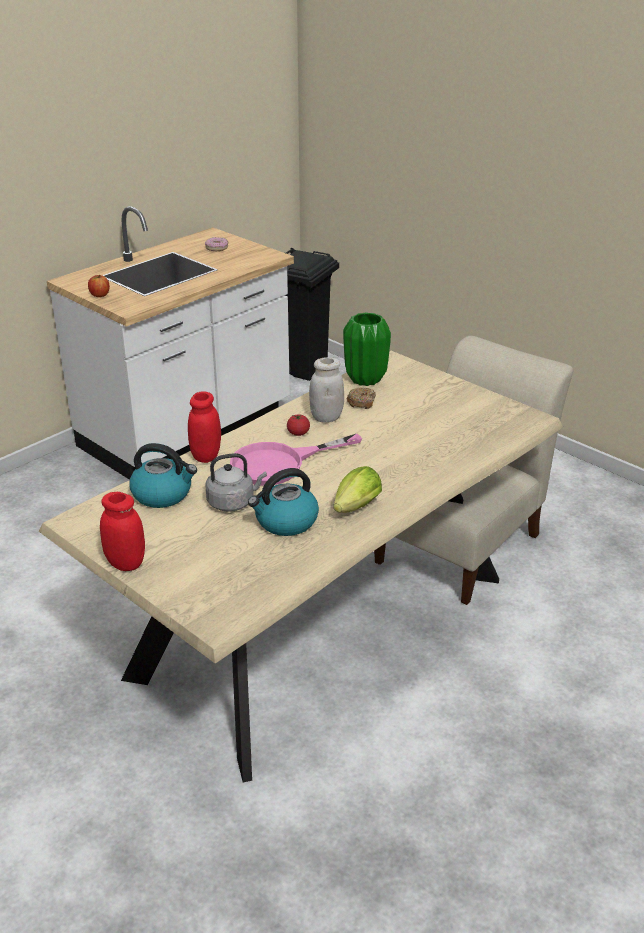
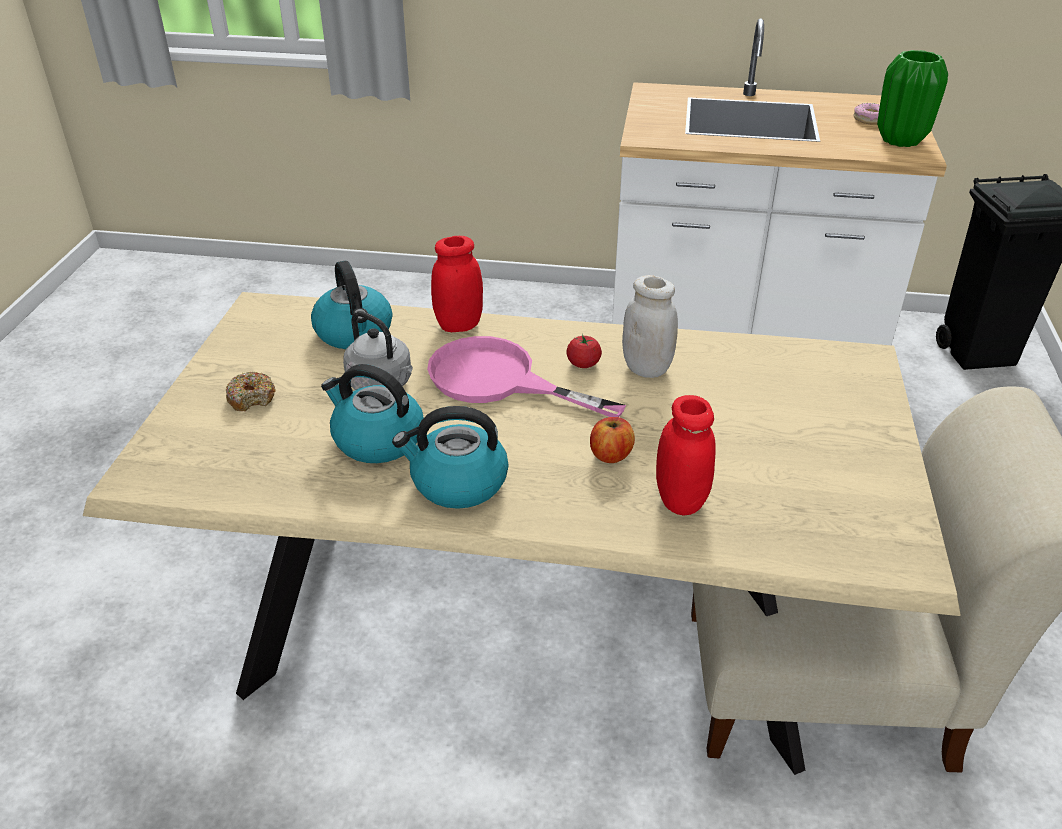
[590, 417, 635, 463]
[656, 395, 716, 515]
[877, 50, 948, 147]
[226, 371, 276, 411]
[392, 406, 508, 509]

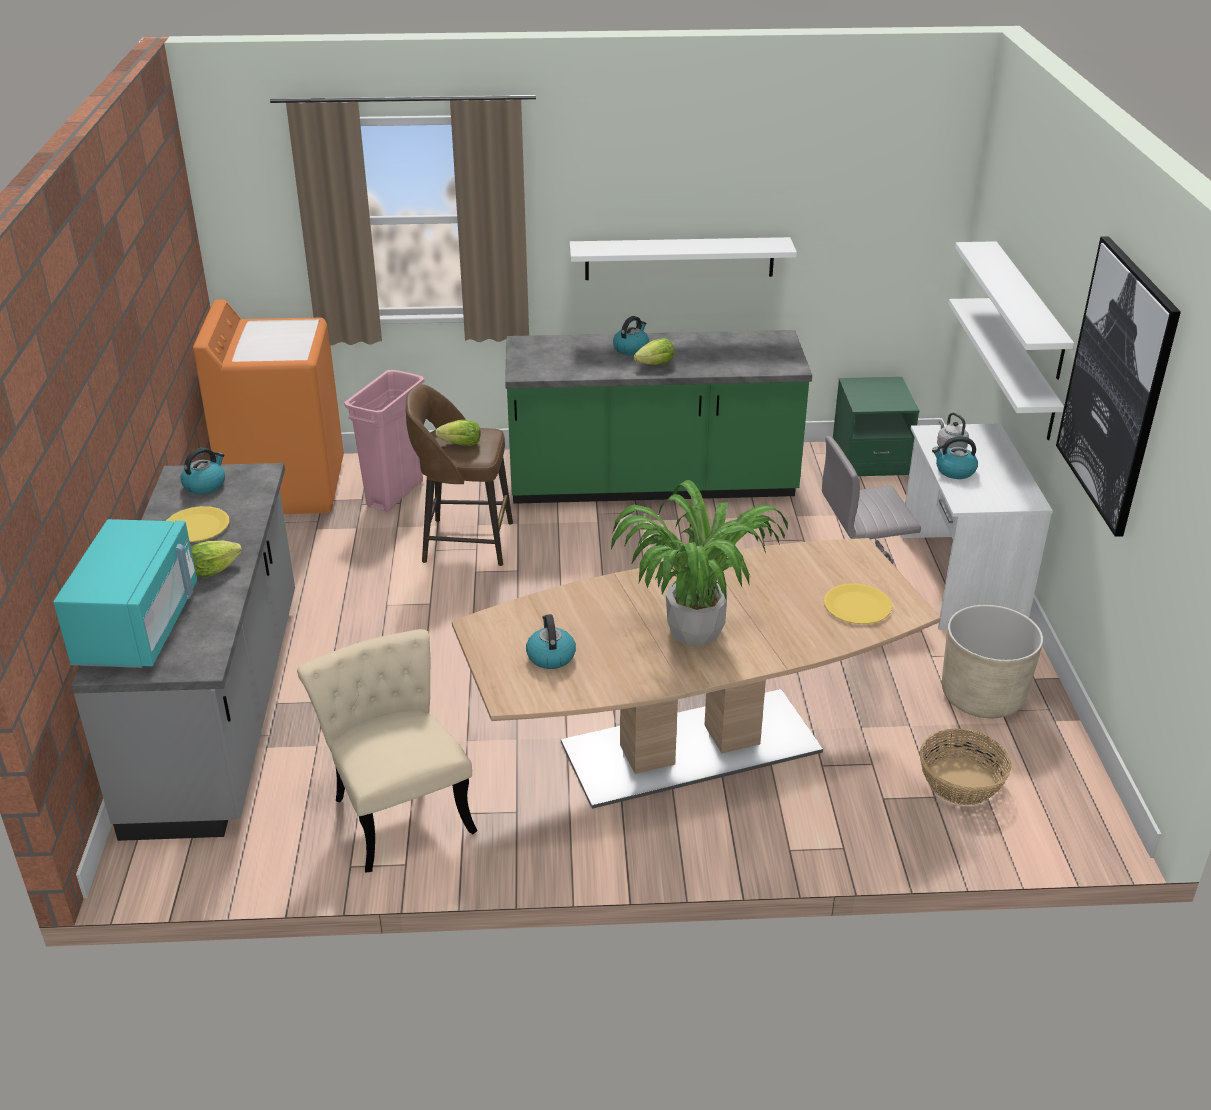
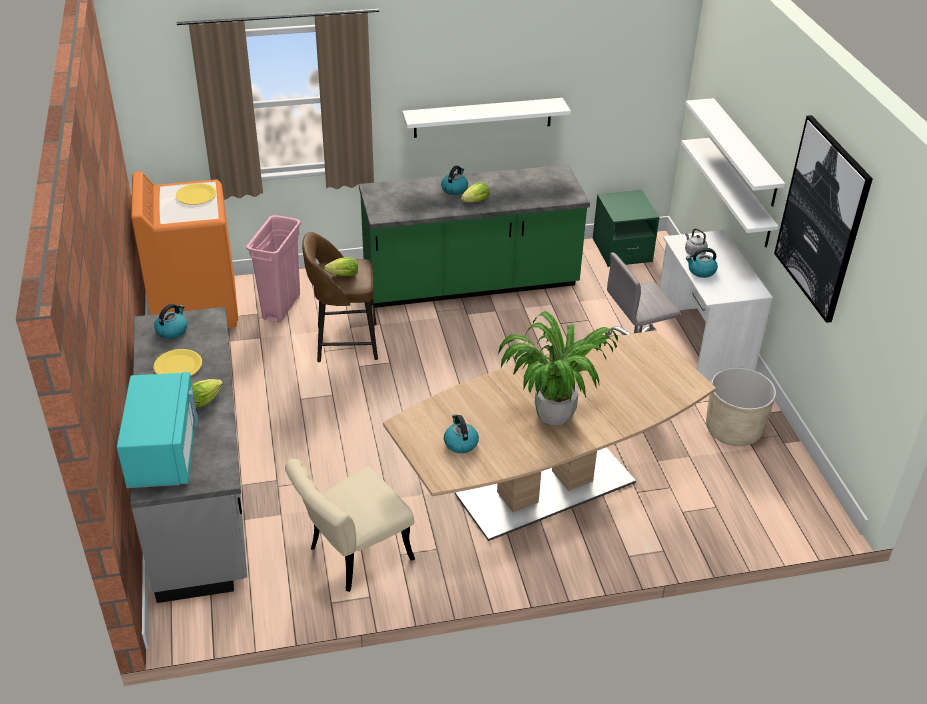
[920, 728, 1012, 805] (first image)
[176, 183, 216, 205]
[285, 459, 415, 592]

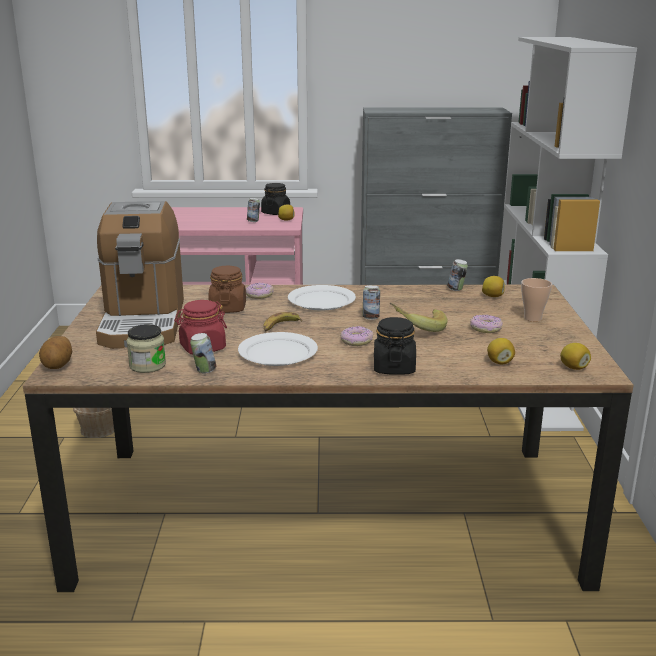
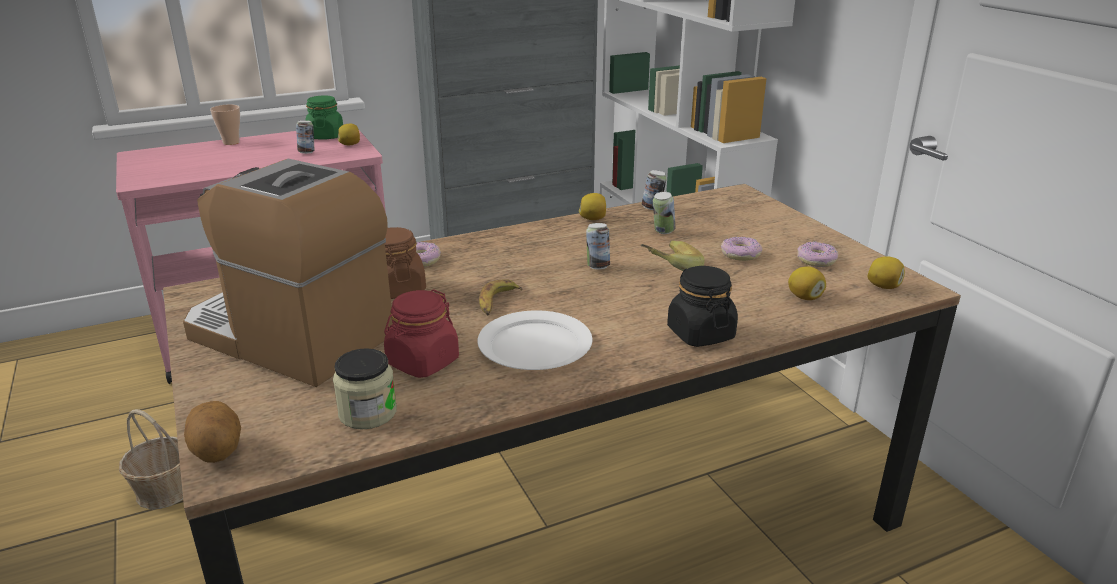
[288, 285, 356, 311] (first image)
[653, 192, 675, 234]
[797, 242, 838, 267]
[579, 193, 606, 220]
[210, 104, 240, 145]
[305, 95, 343, 140]
[183, 159, 393, 387]

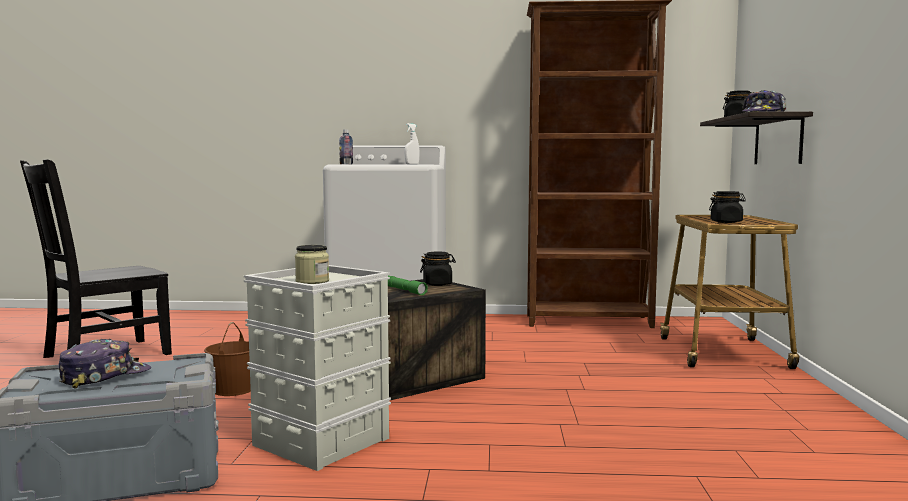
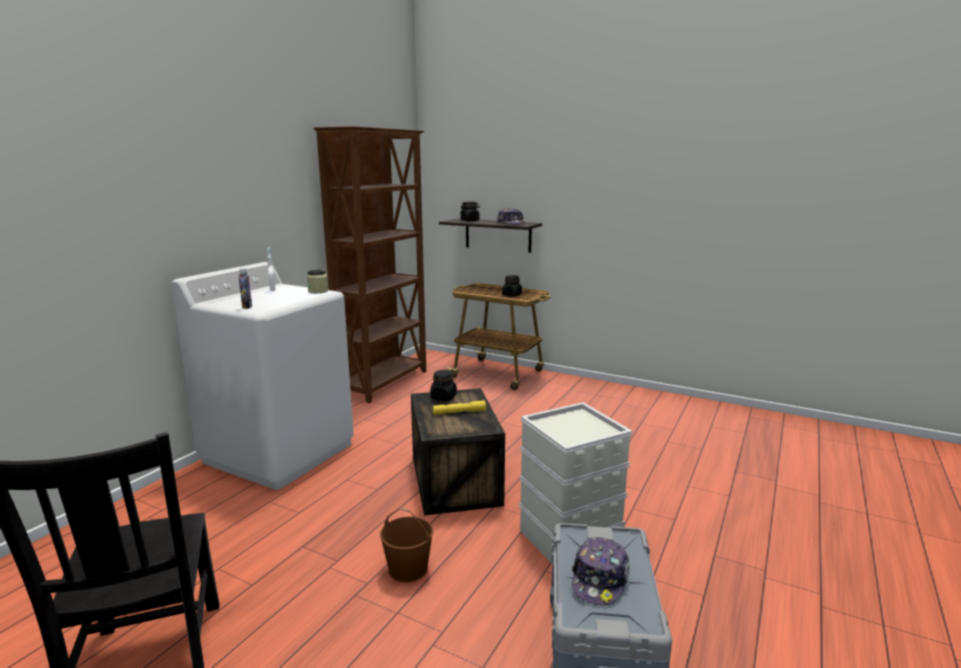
[307, 269, 328, 293]
[433, 400, 486, 415]
[572, 537, 629, 605]

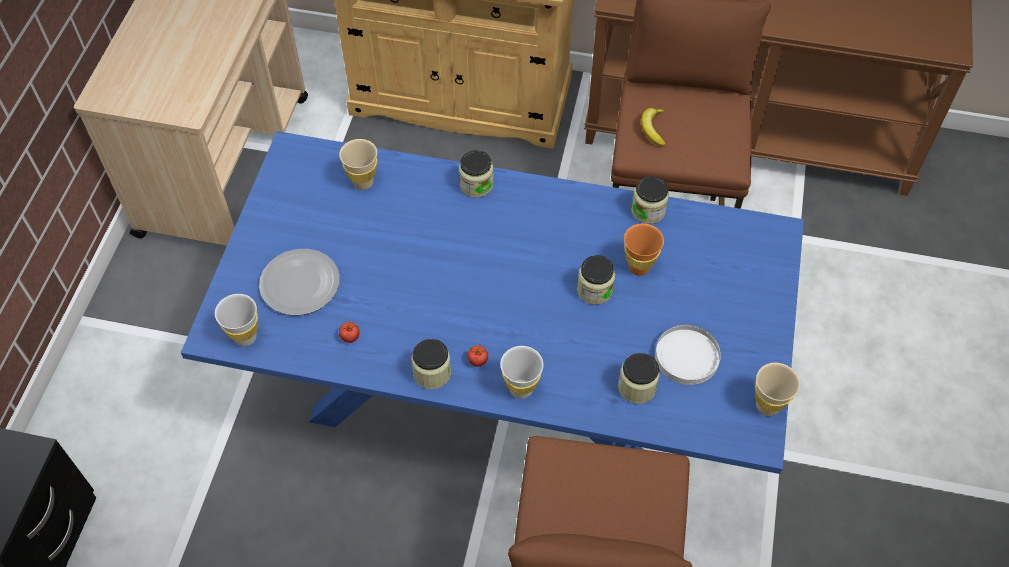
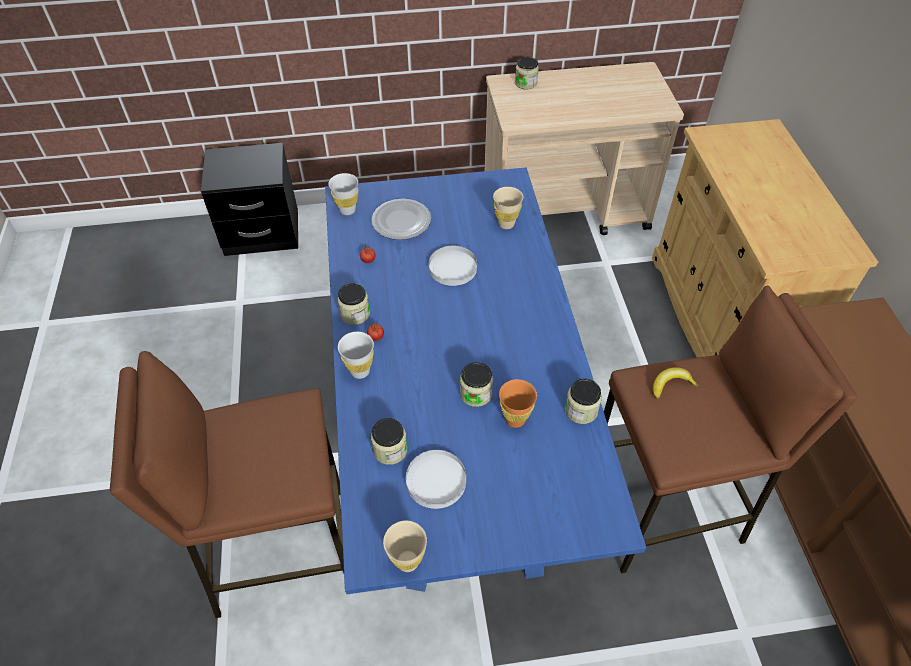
[429, 246, 477, 286]
[515, 57, 539, 90]

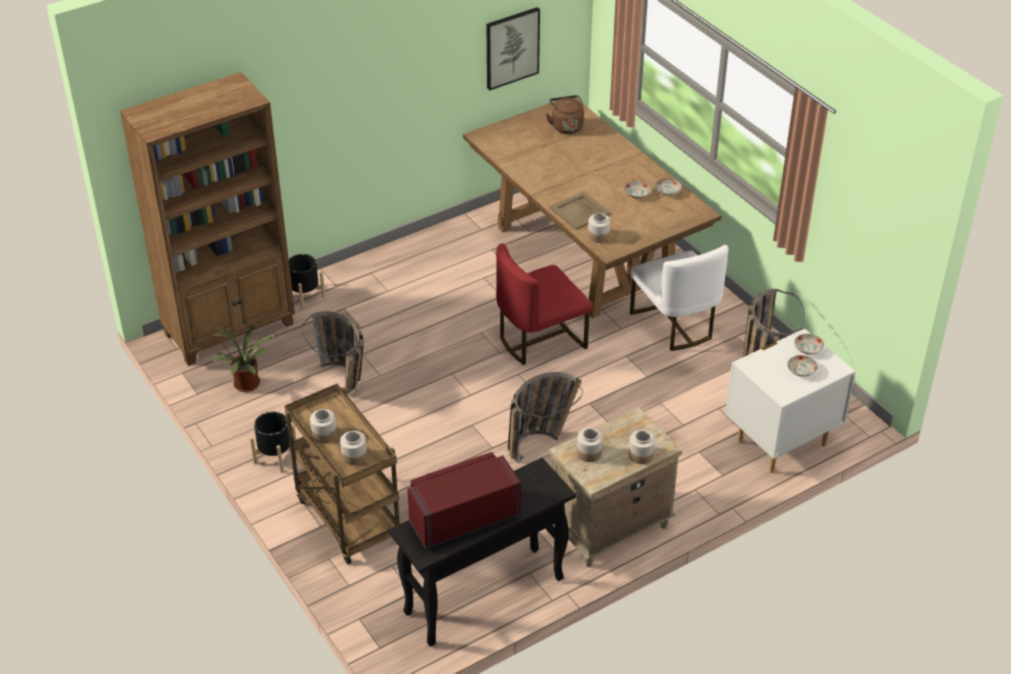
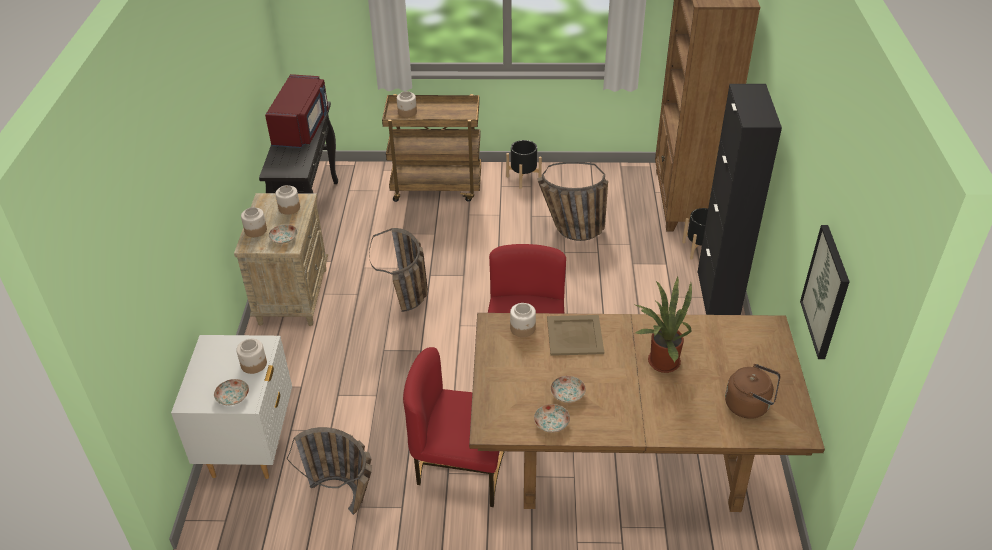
[698, 84, 782, 315]
[634, 277, 692, 373]
[236, 339, 267, 374]
[269, 224, 297, 244]
[403, 347, 505, 507]

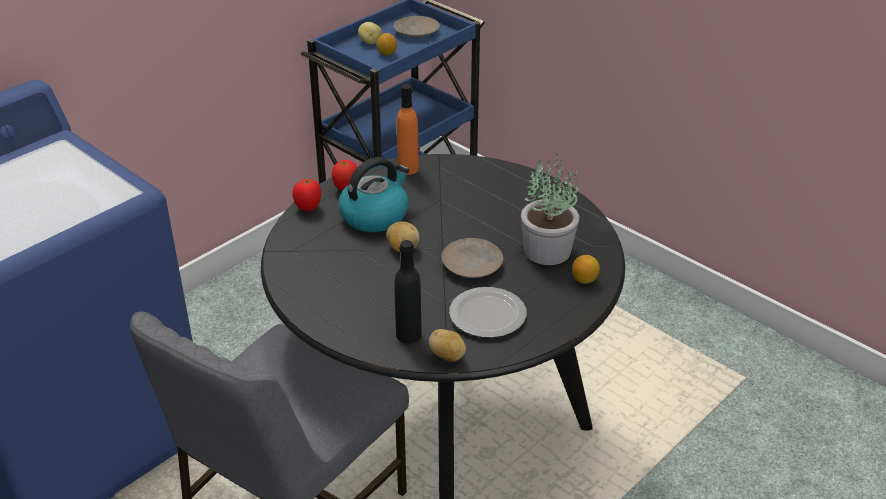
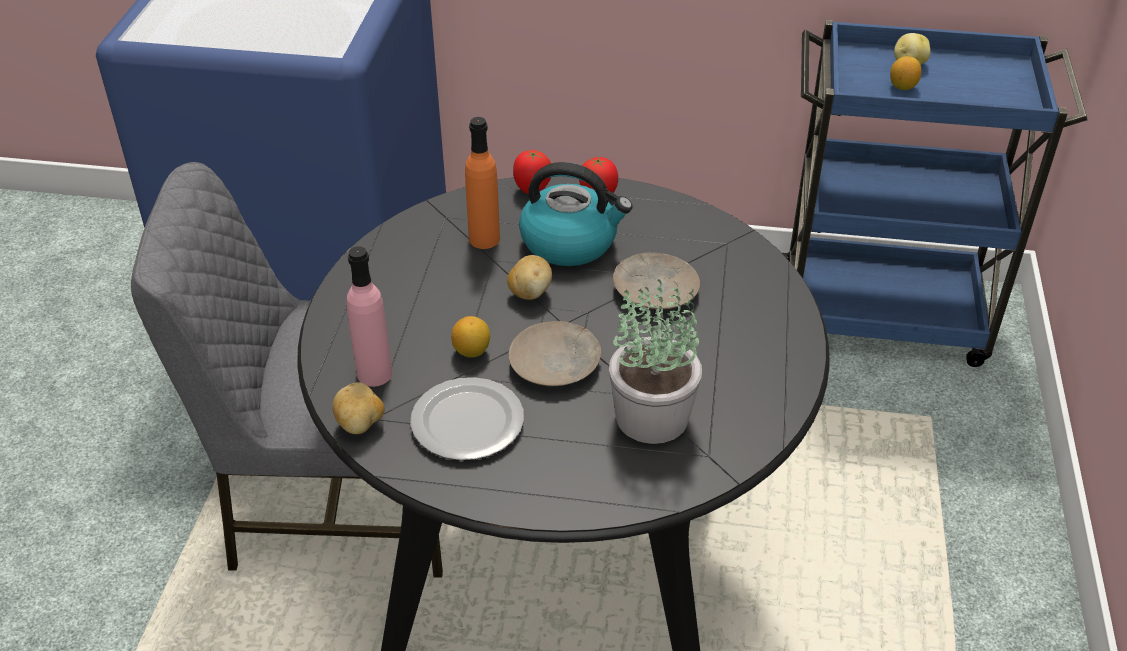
[613, 253, 700, 309]
[465, 117, 500, 249]
[451, 316, 490, 358]
[347, 246, 392, 387]

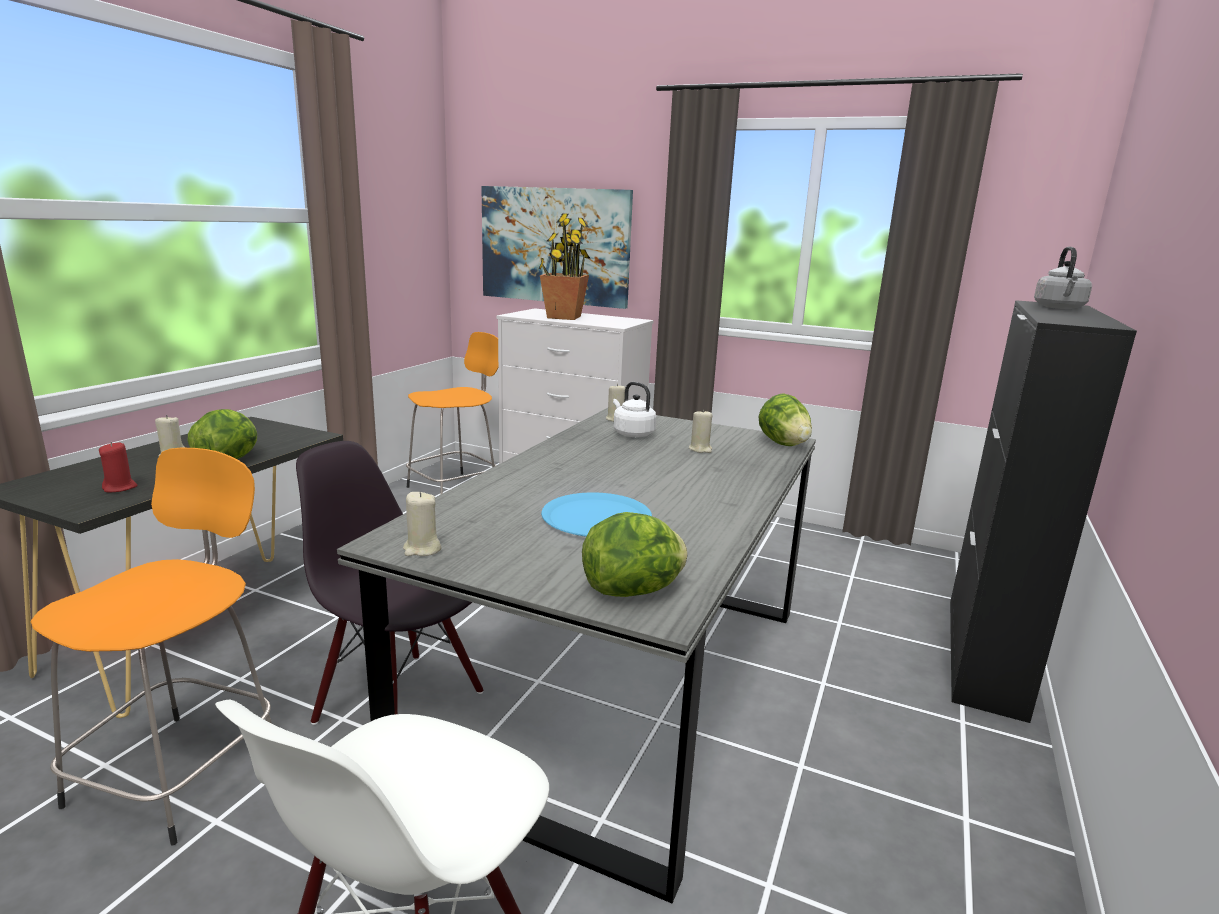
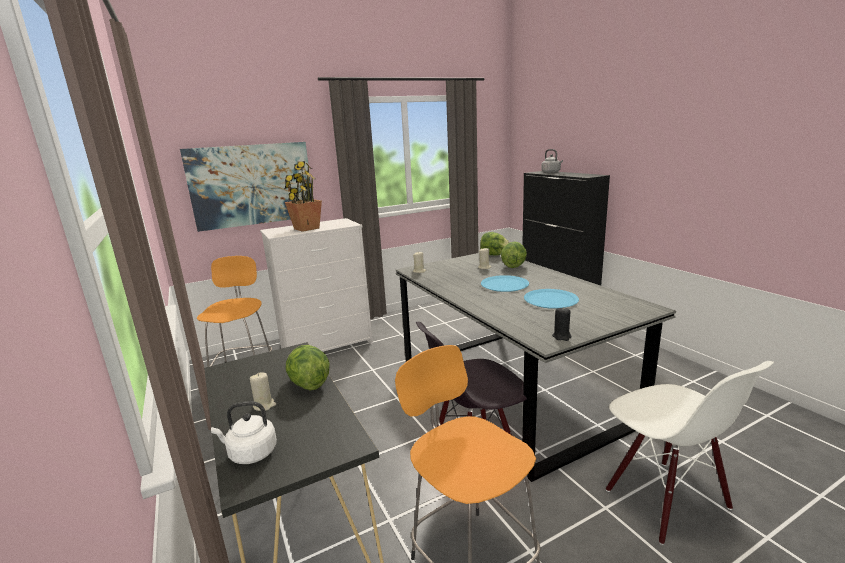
[99, 442, 137, 492] (first image)
[481, 275, 529, 292]
[501, 241, 527, 268]
[211, 401, 277, 464]
[552, 307, 571, 341]

